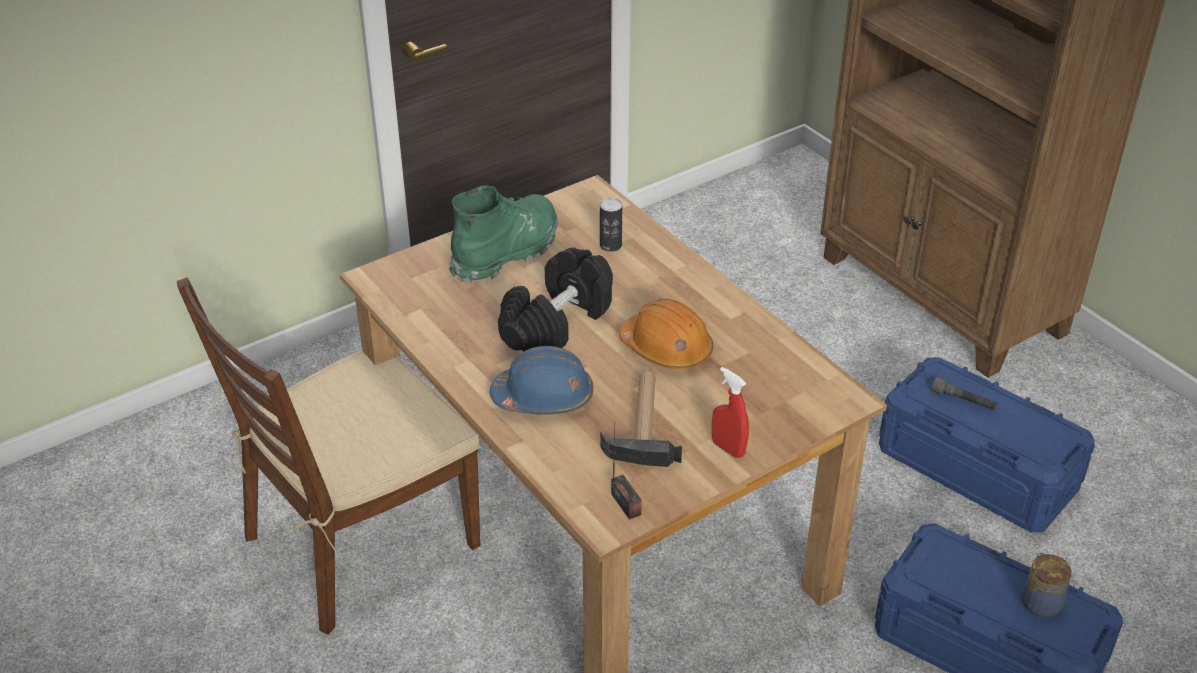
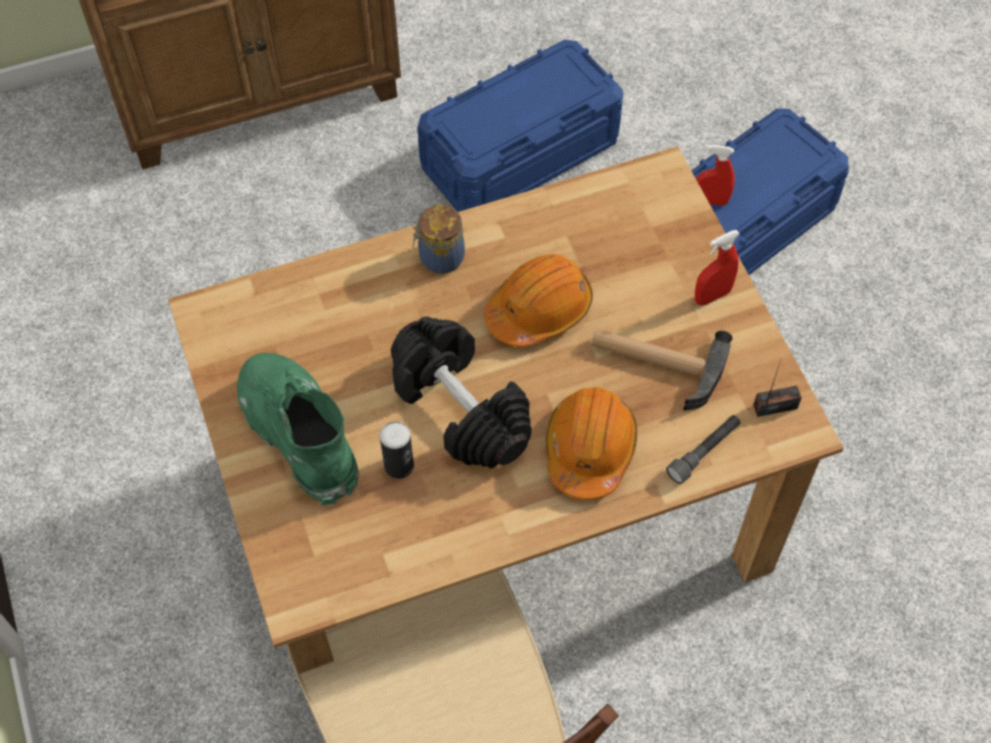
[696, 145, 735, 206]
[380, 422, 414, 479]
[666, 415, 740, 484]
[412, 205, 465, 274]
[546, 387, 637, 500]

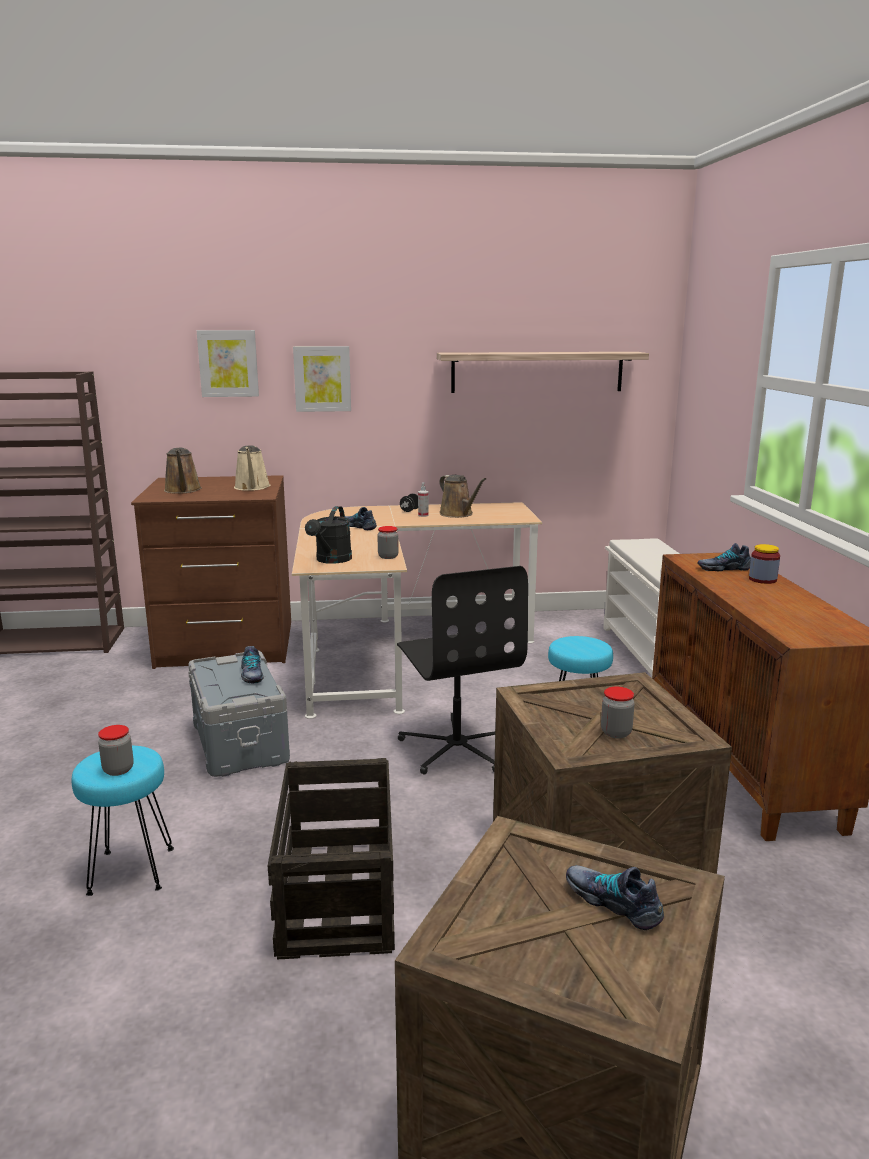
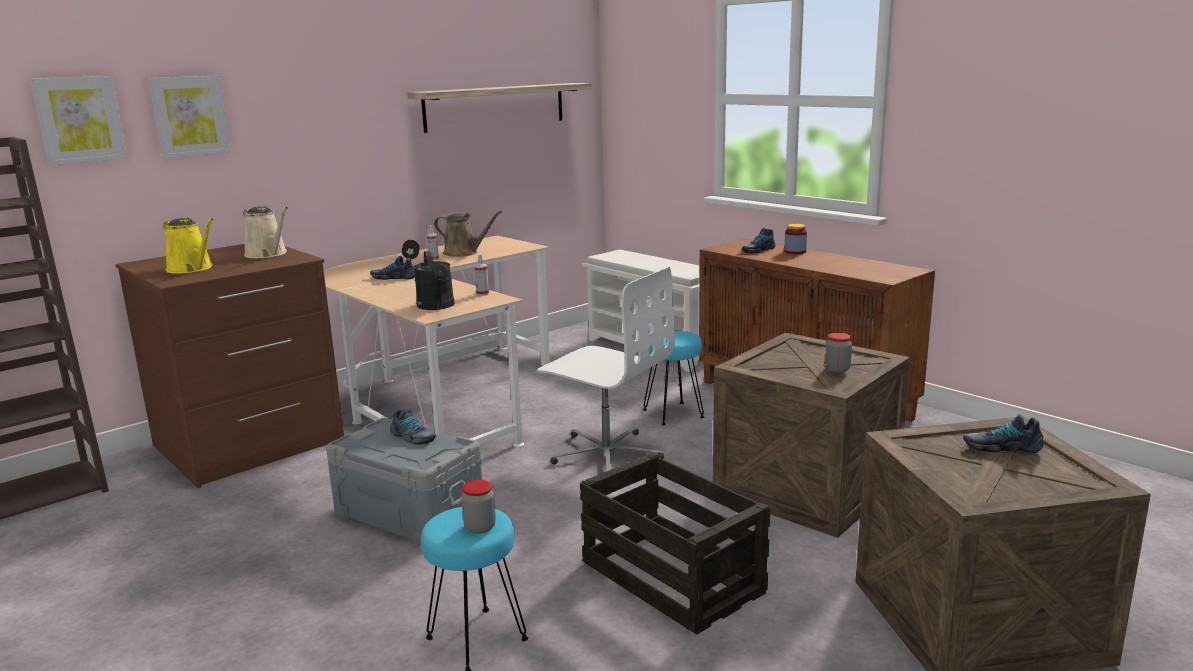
[30, 76, 127, 165]
[474, 254, 489, 296]
[163, 218, 214, 274]
[537, 267, 675, 471]

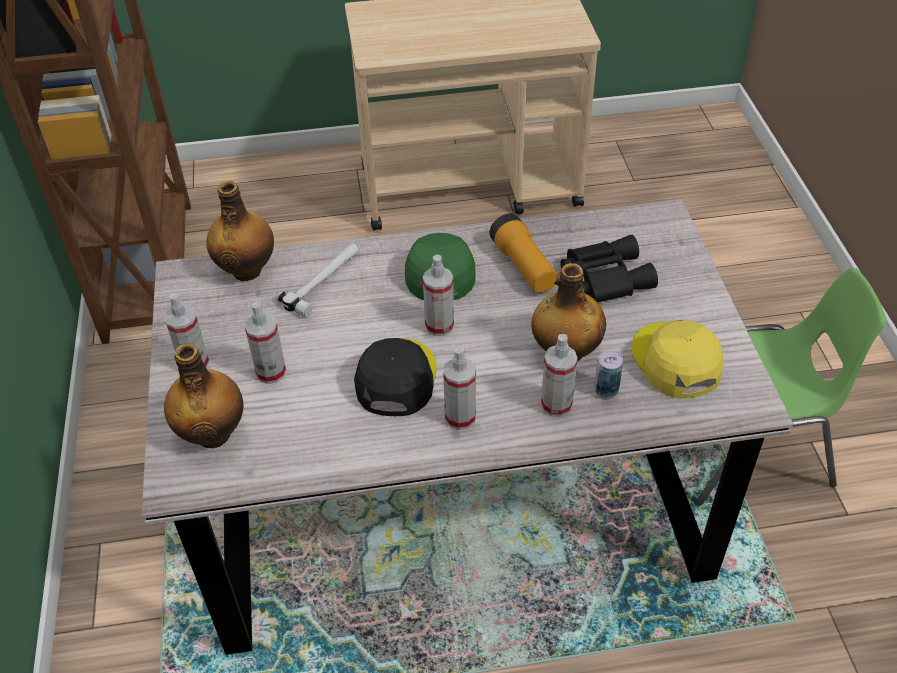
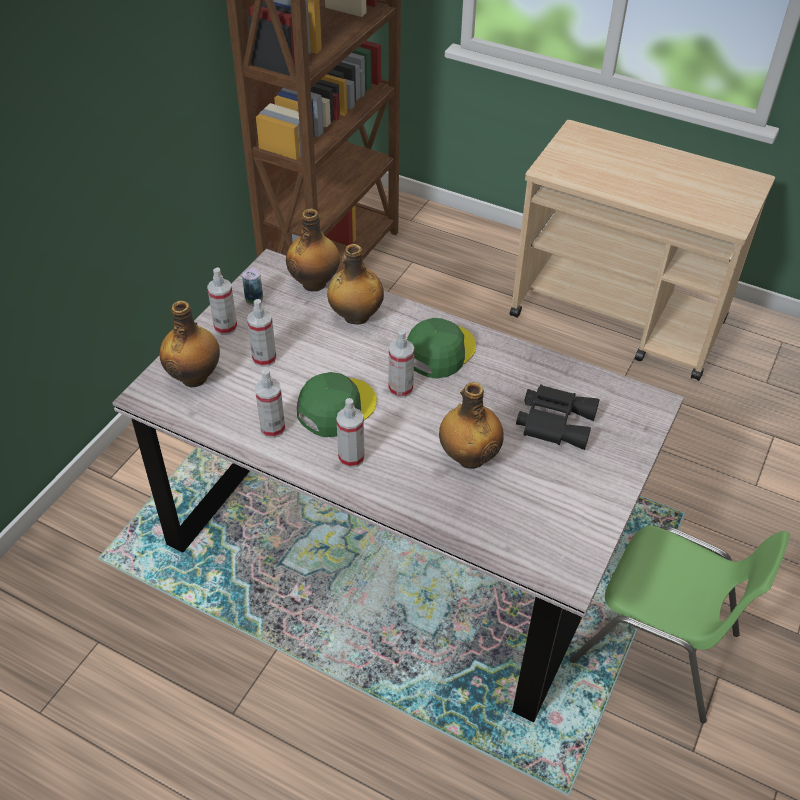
[490, 214, 557, 293] (first image)
[631, 320, 724, 399] (first image)
[255, 369, 285, 438]
[242, 268, 263, 306]
[327, 244, 384, 325]
[297, 372, 377, 437]

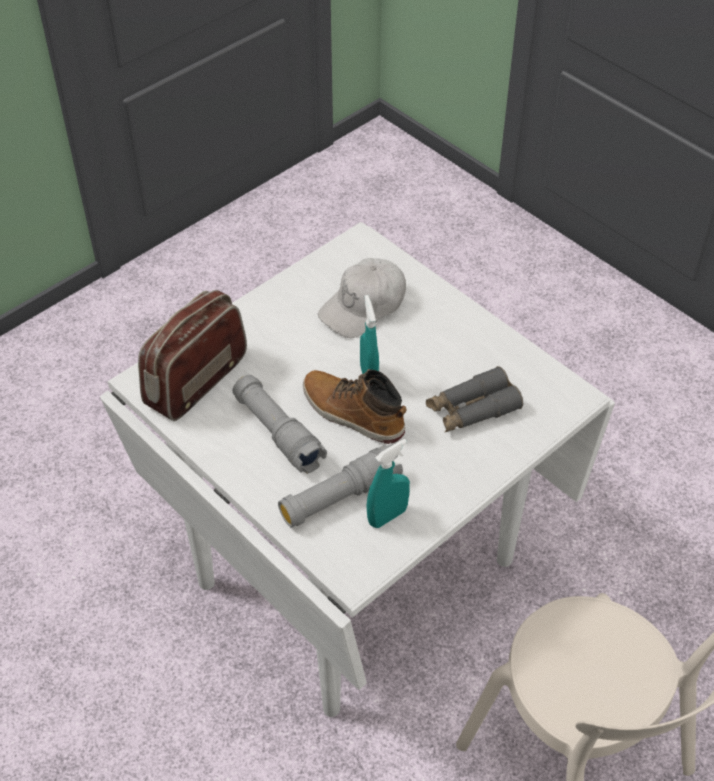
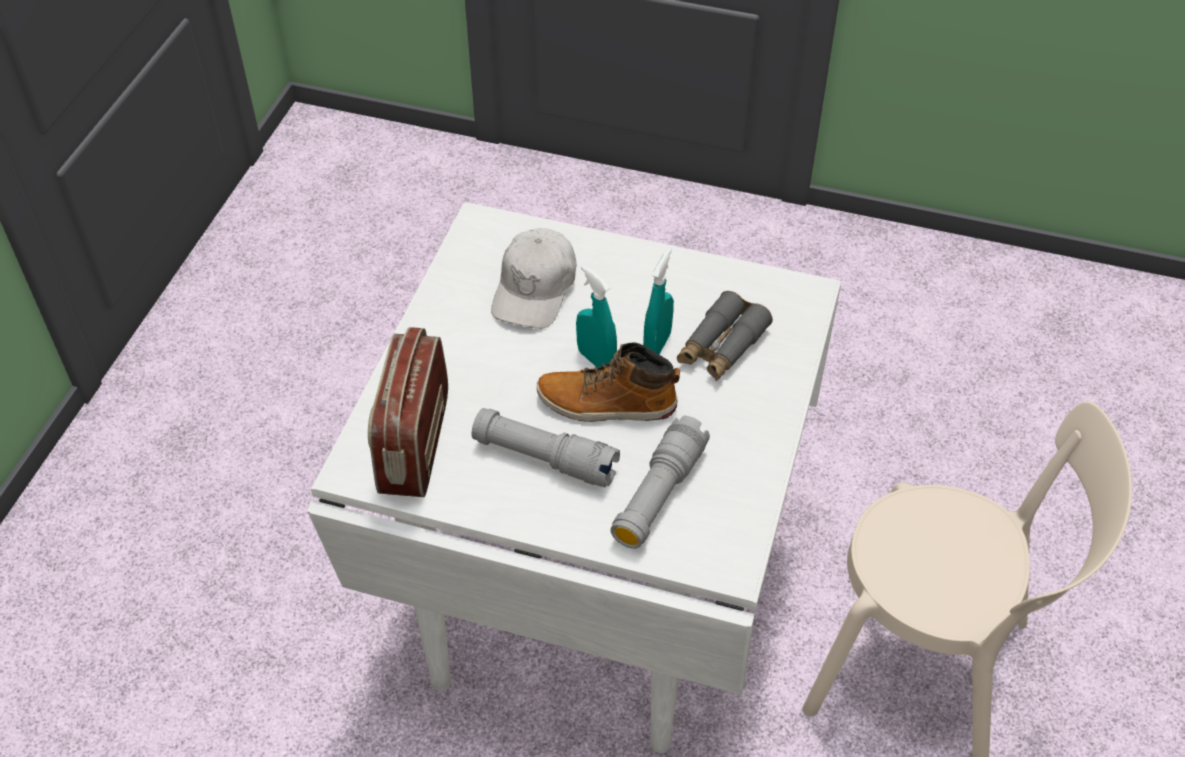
[643, 248, 674, 354]

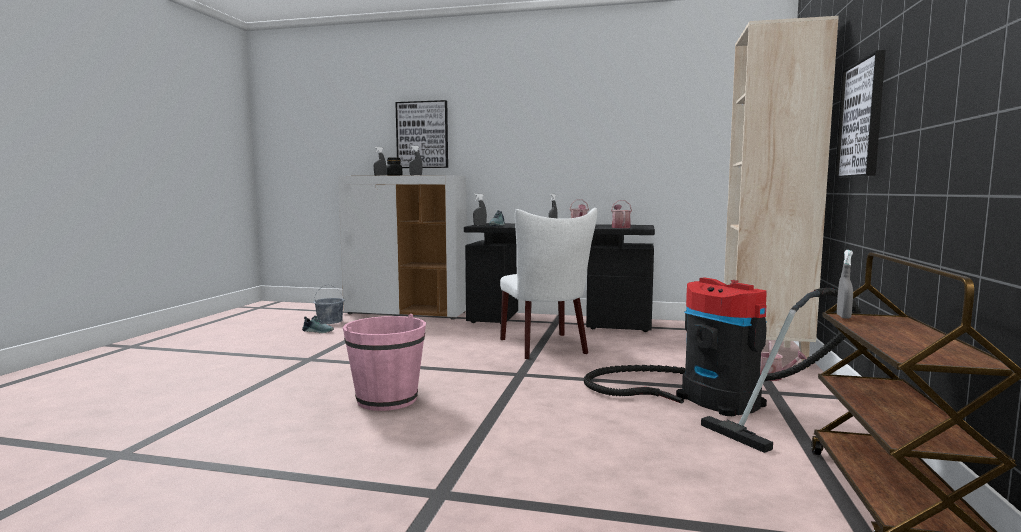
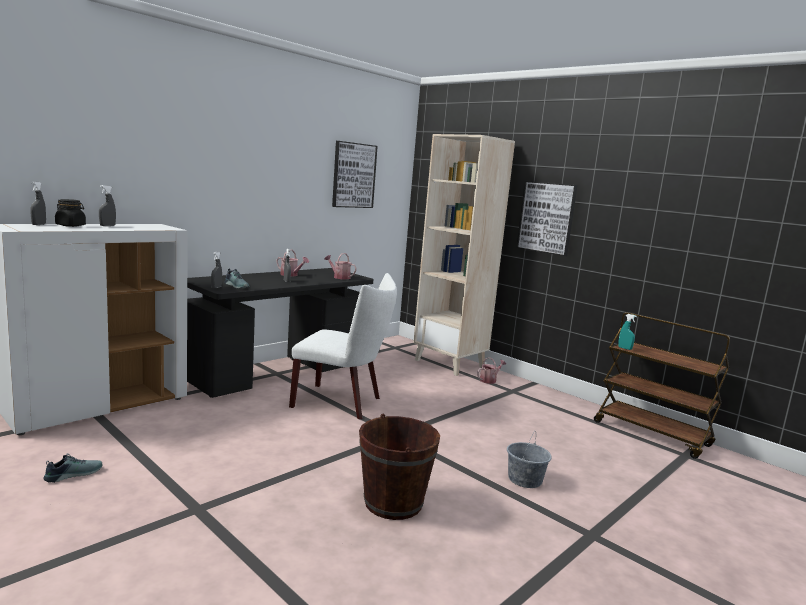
[584, 277, 861, 453] (first image)
[507, 432, 552, 488]
[332, 141, 378, 208]
[359, 414, 440, 520]
[618, 314, 637, 350]

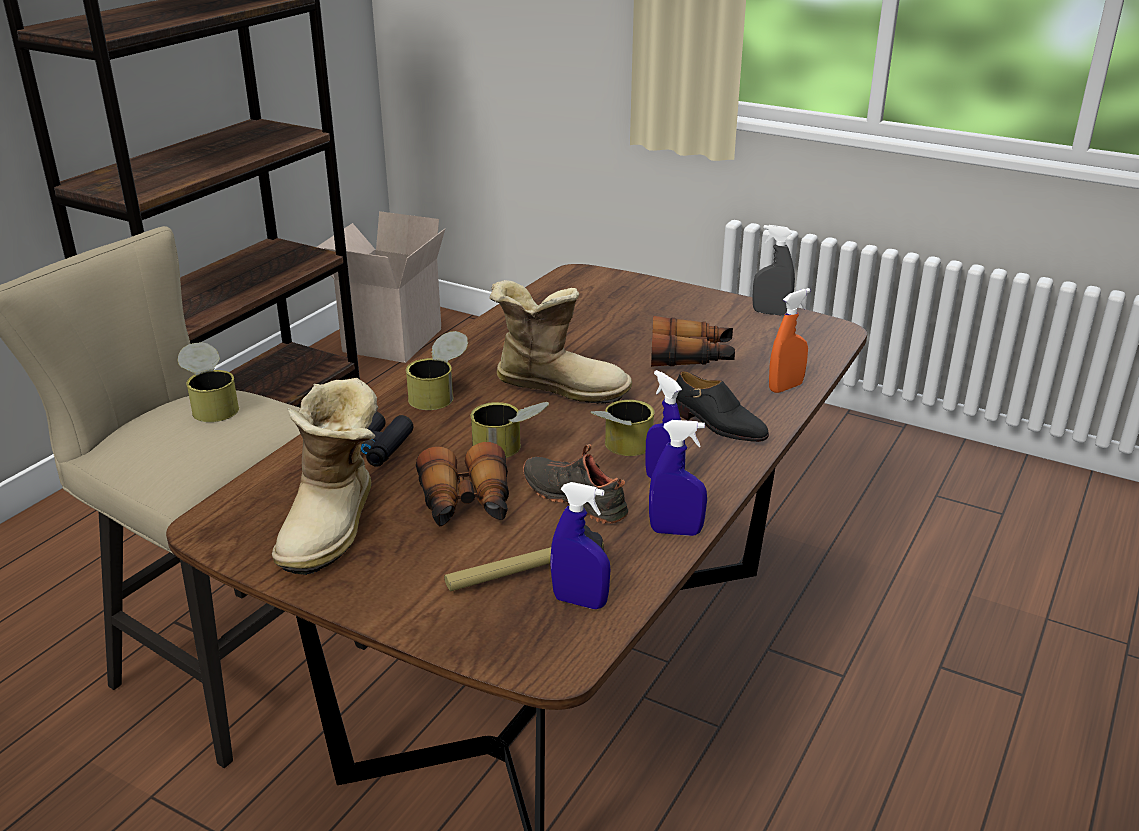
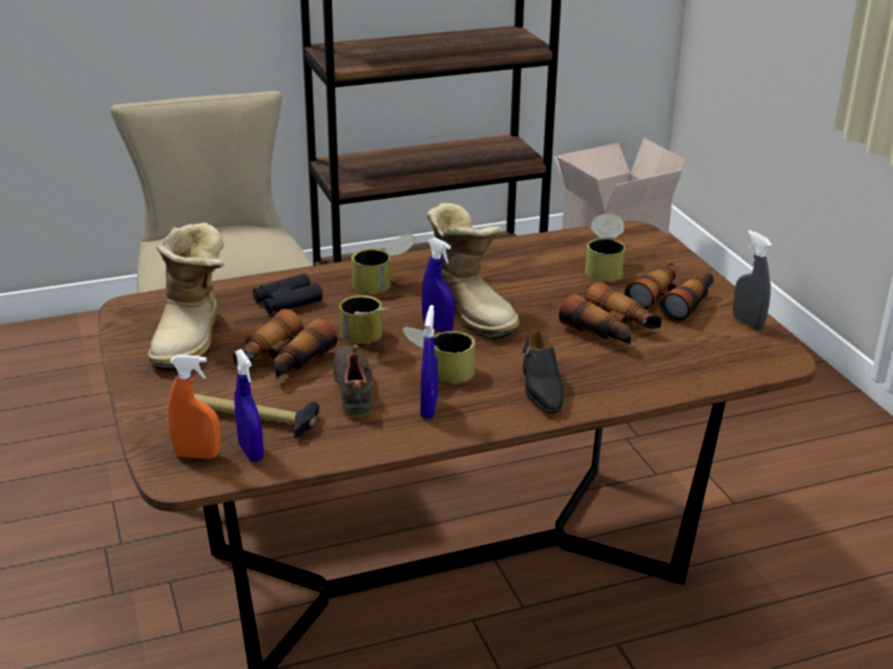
[625, 263, 714, 323]
[585, 213, 626, 282]
[422, 237, 455, 333]
[167, 355, 221, 459]
[148, 223, 224, 371]

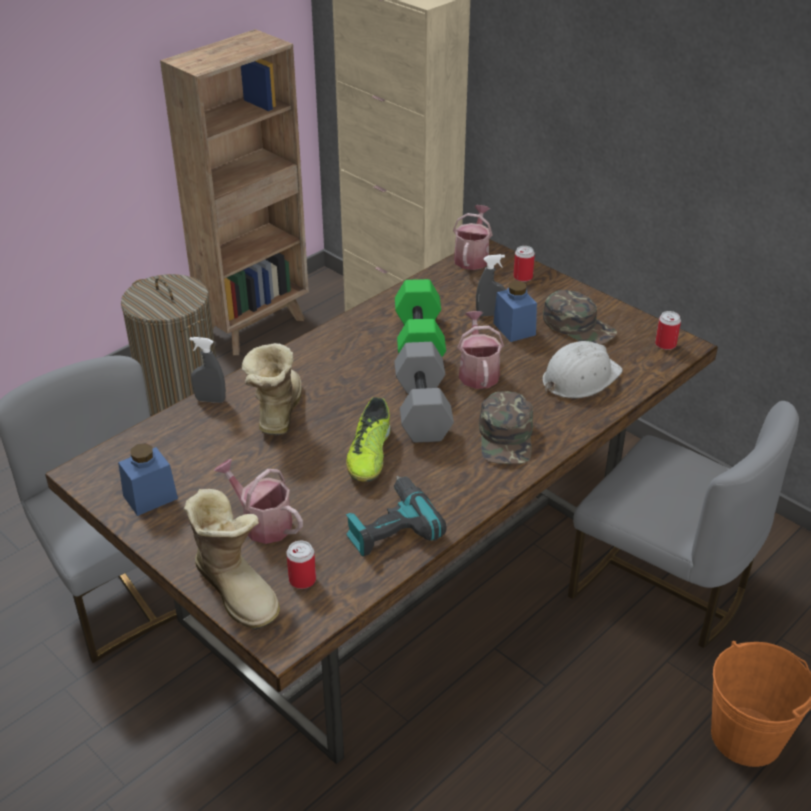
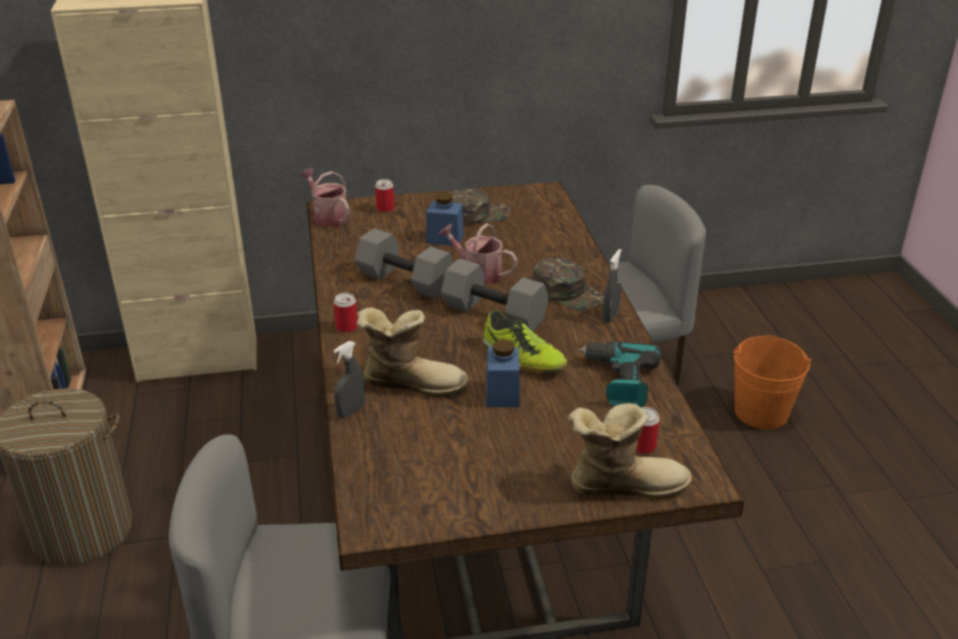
[214, 459, 303, 544] (first image)
[542, 341, 623, 398] (first image)
[486, 339, 520, 407]
[602, 249, 622, 323]
[334, 293, 358, 333]
[355, 228, 454, 299]
[356, 308, 469, 397]

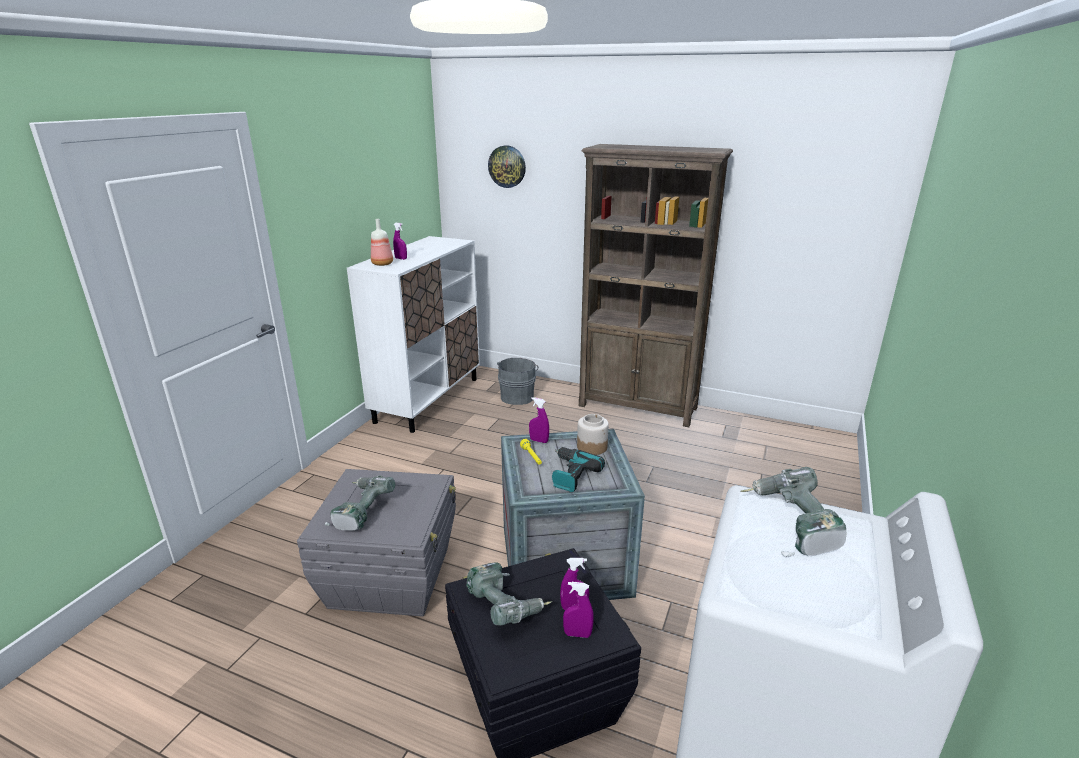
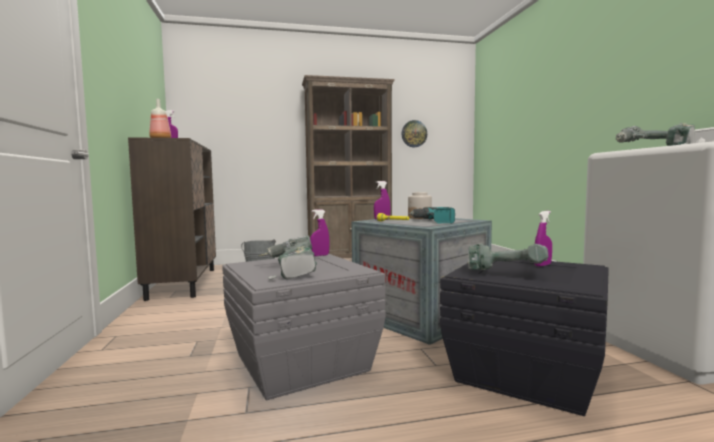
[401, 120, 427, 147]
[310, 209, 330, 256]
[128, 137, 216, 301]

